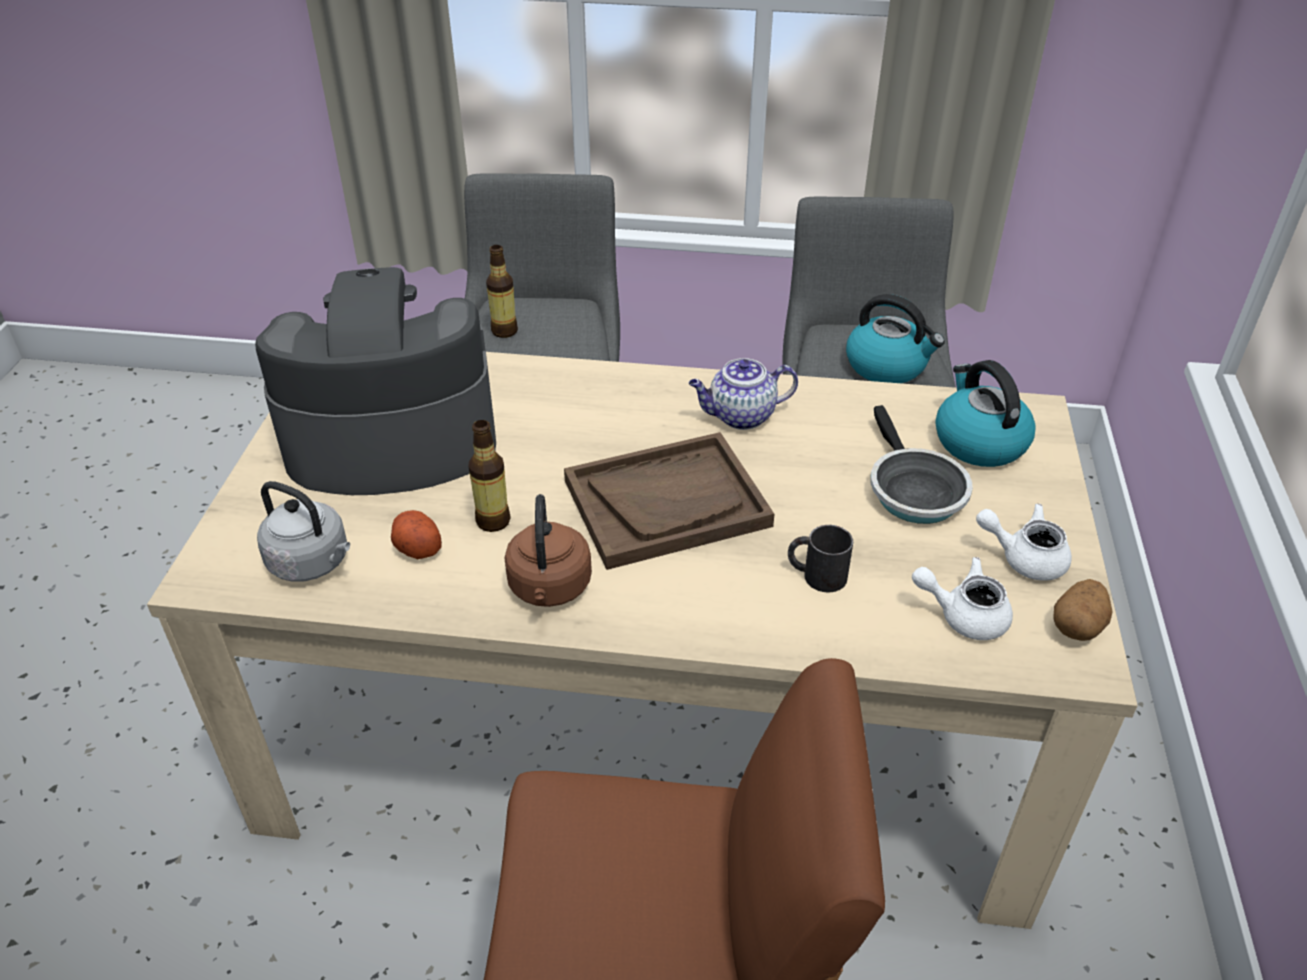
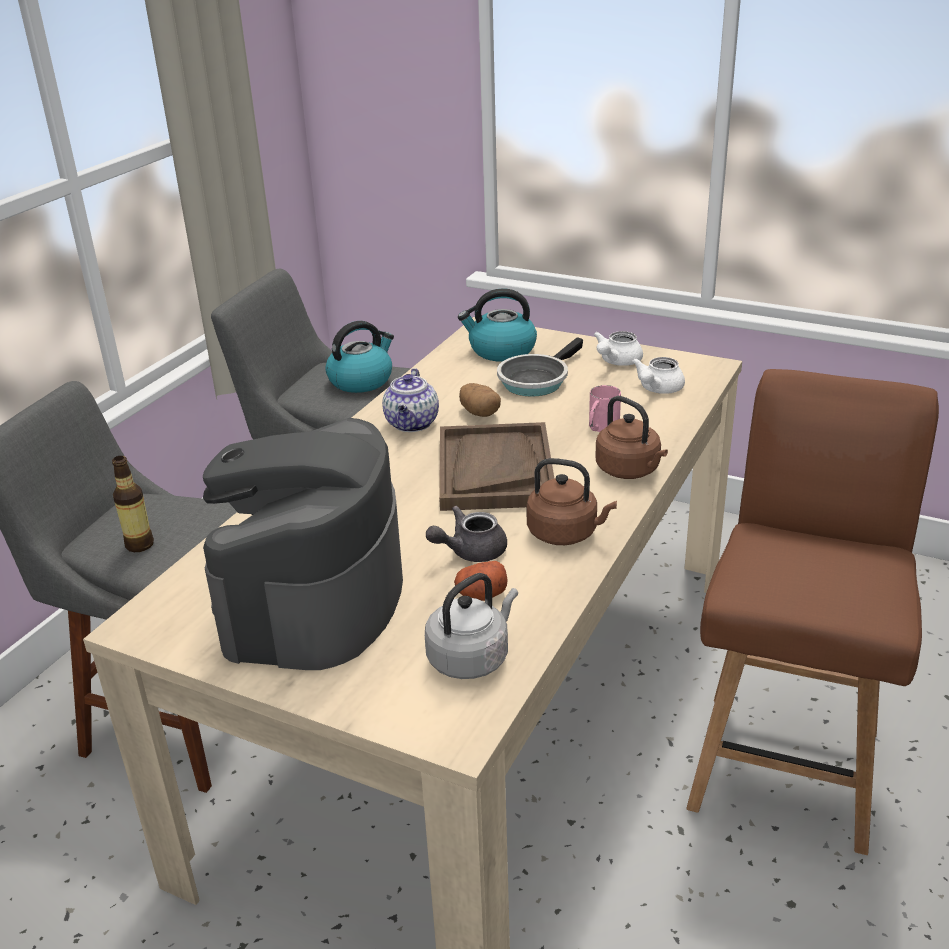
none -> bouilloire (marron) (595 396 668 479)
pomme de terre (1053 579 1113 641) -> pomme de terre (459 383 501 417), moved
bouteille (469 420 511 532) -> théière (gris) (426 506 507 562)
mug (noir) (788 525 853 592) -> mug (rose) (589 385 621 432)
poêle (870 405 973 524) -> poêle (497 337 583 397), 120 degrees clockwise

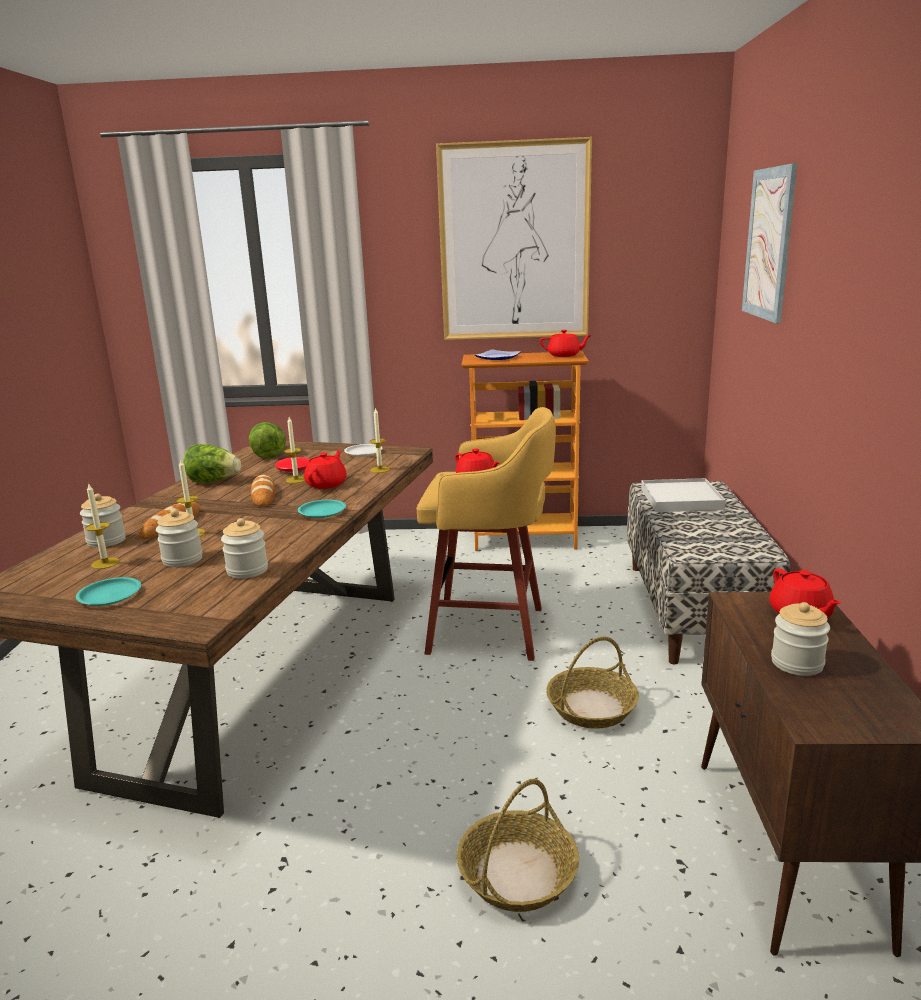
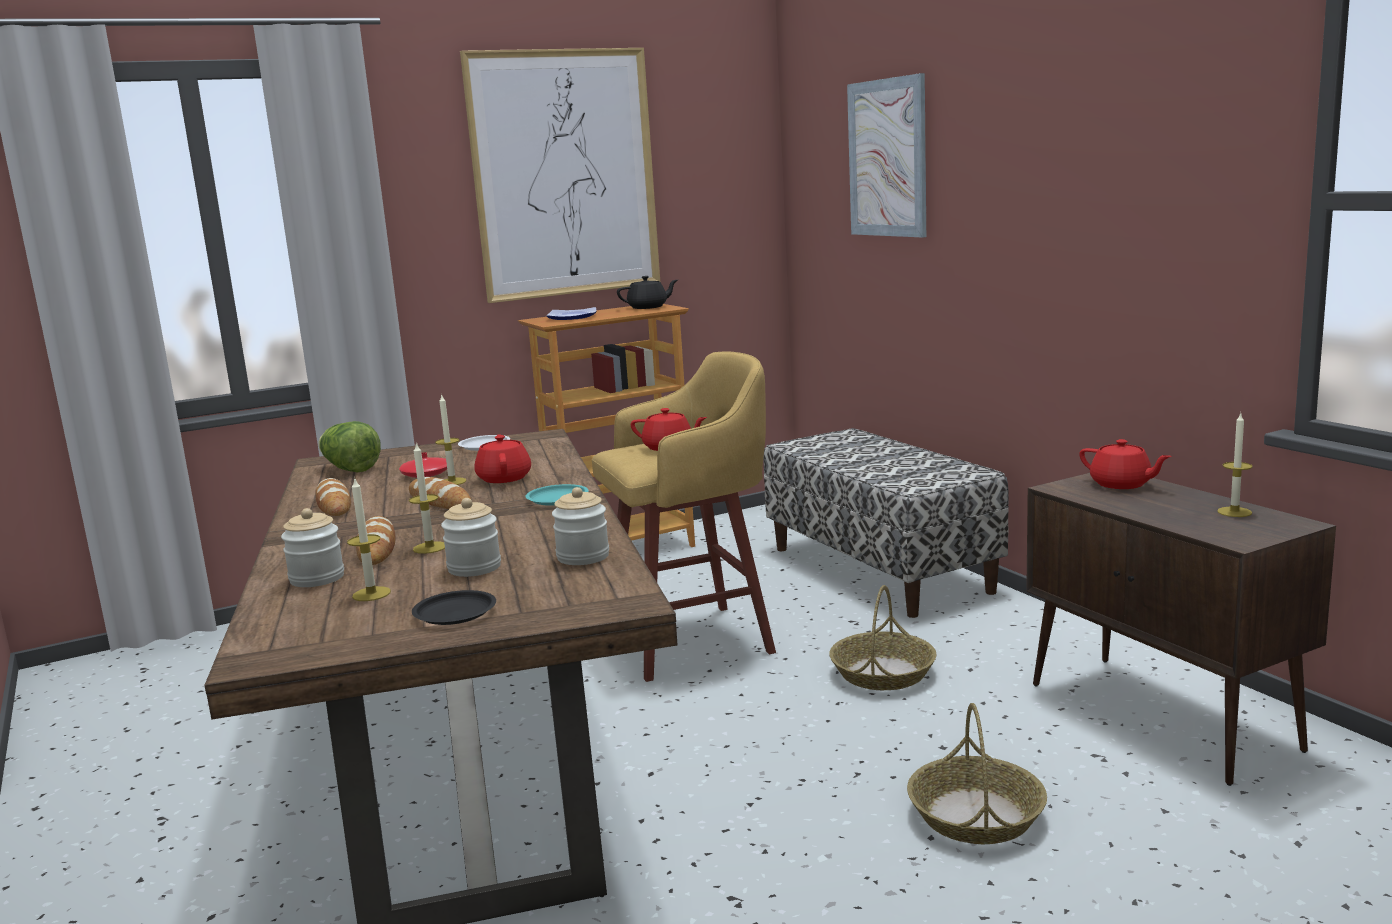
plateau (blanc) (641 478 726 512) -> none
bocal (771 602 830 676) -> none
bougie (369 408 390 473) -> bougie (1217 414 1253 517), moved
laitue (183 444 241 483) -> pain (315 478 351 516)
assiette (turquoise) (76 577 141 606) -> assiette (noir) (412 590 496 625)
théière (rouge) (540 330 592 357) -> théière (noir) (617 276 677 309)

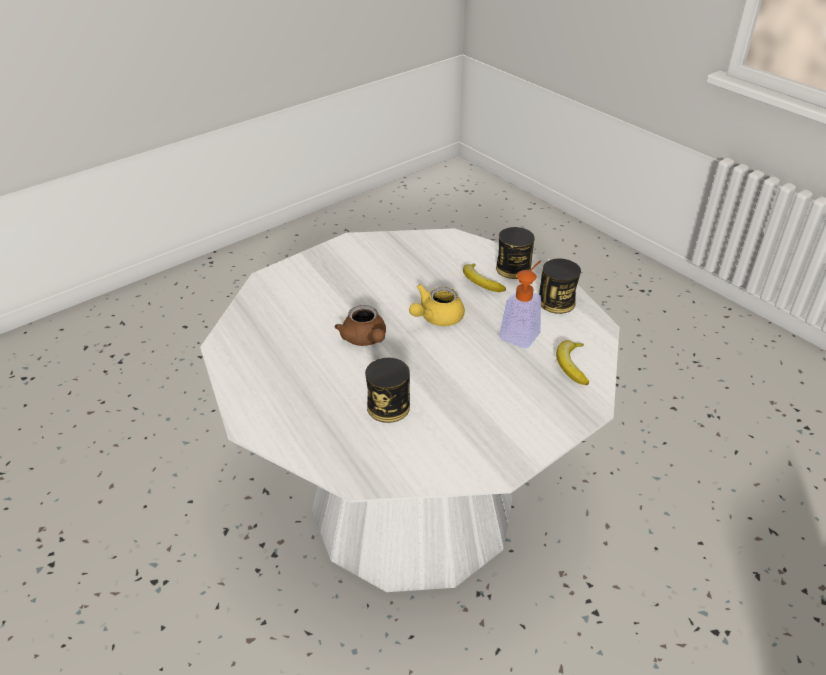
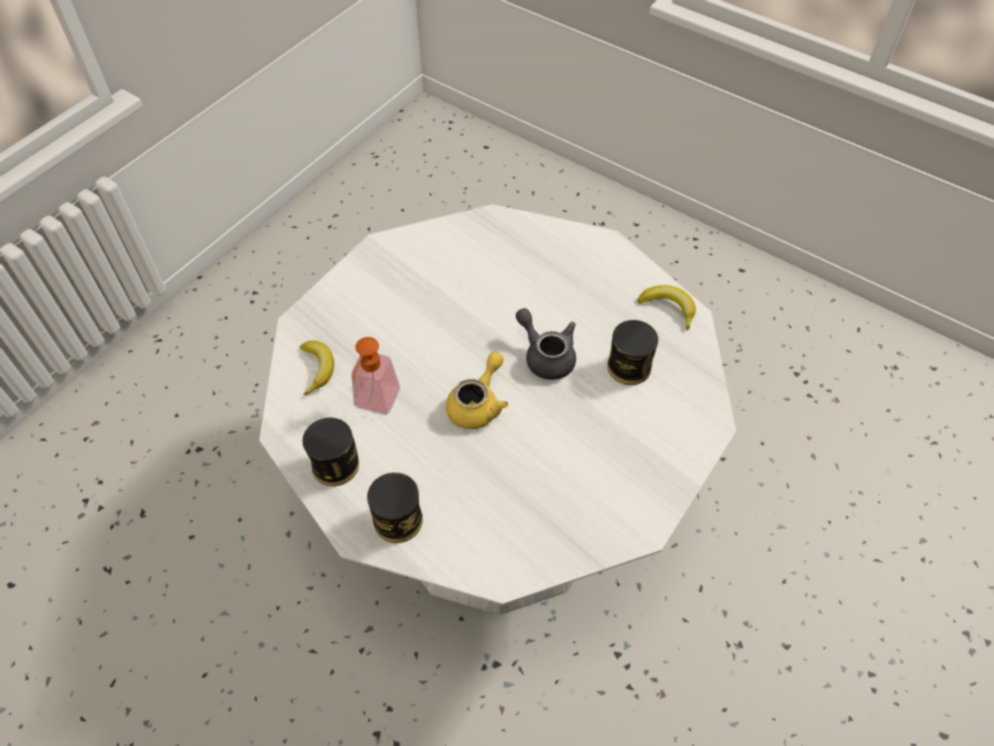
boîte métallique (365 358 410 423) -> boîte métallique (607 320 658 385), moved
banane (463 263 506 292) -> banane (637 285 696 330), moved
théière (marron) (335 305 386 346) -> théière (gris) (516 308 576 380)

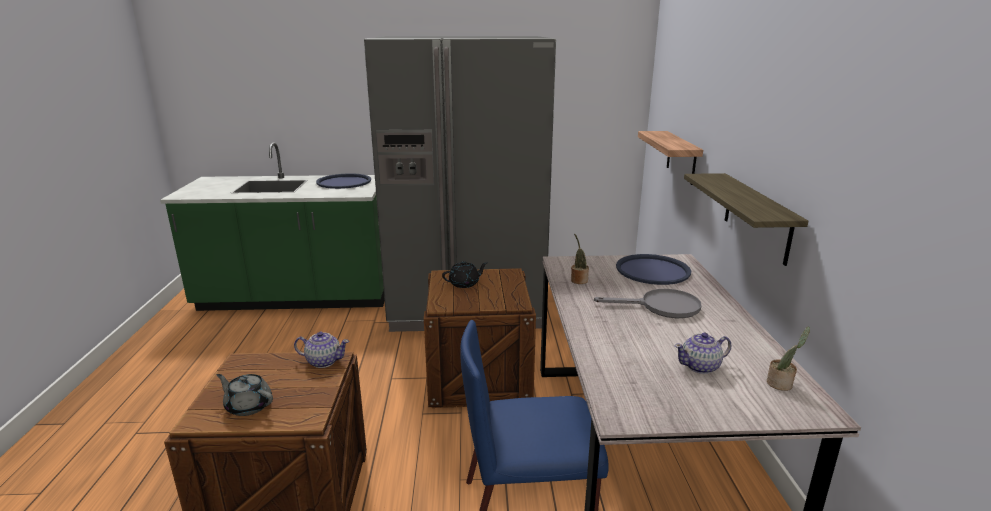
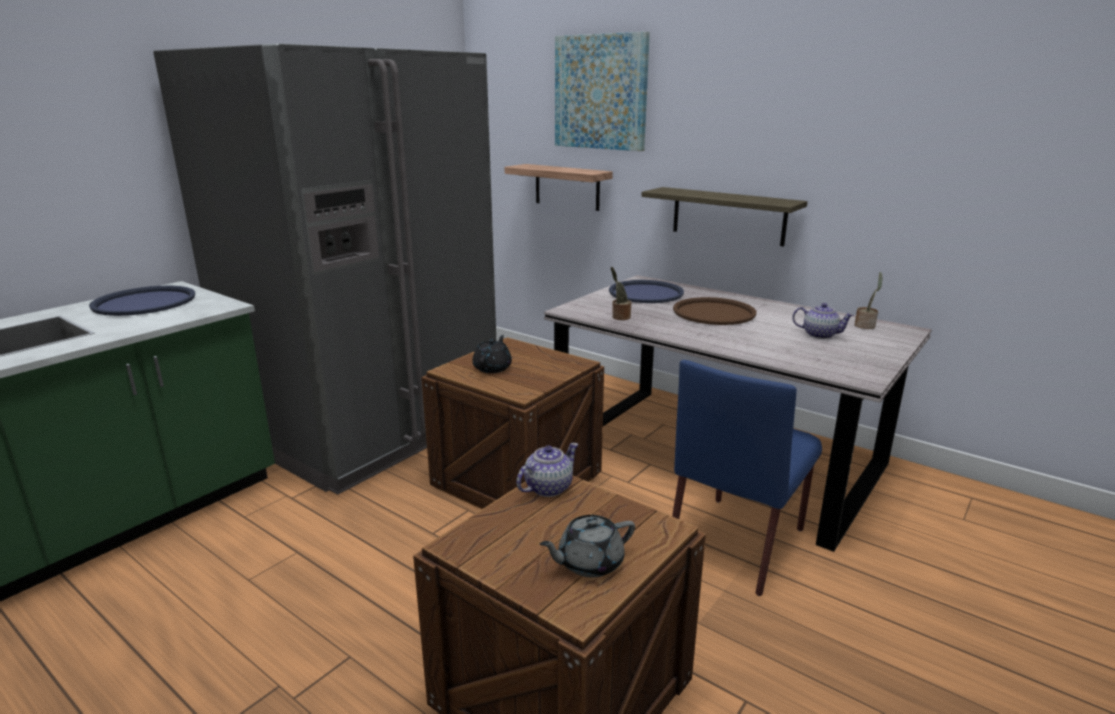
none -> tableau (555 32 650 151)
poêle (gris) (594 289 702 318) -> plateau (marron) (673 297 756 325)
théière (674 332 731 374) -> théière (792 303 854 339), 90 degrees counterclockwise

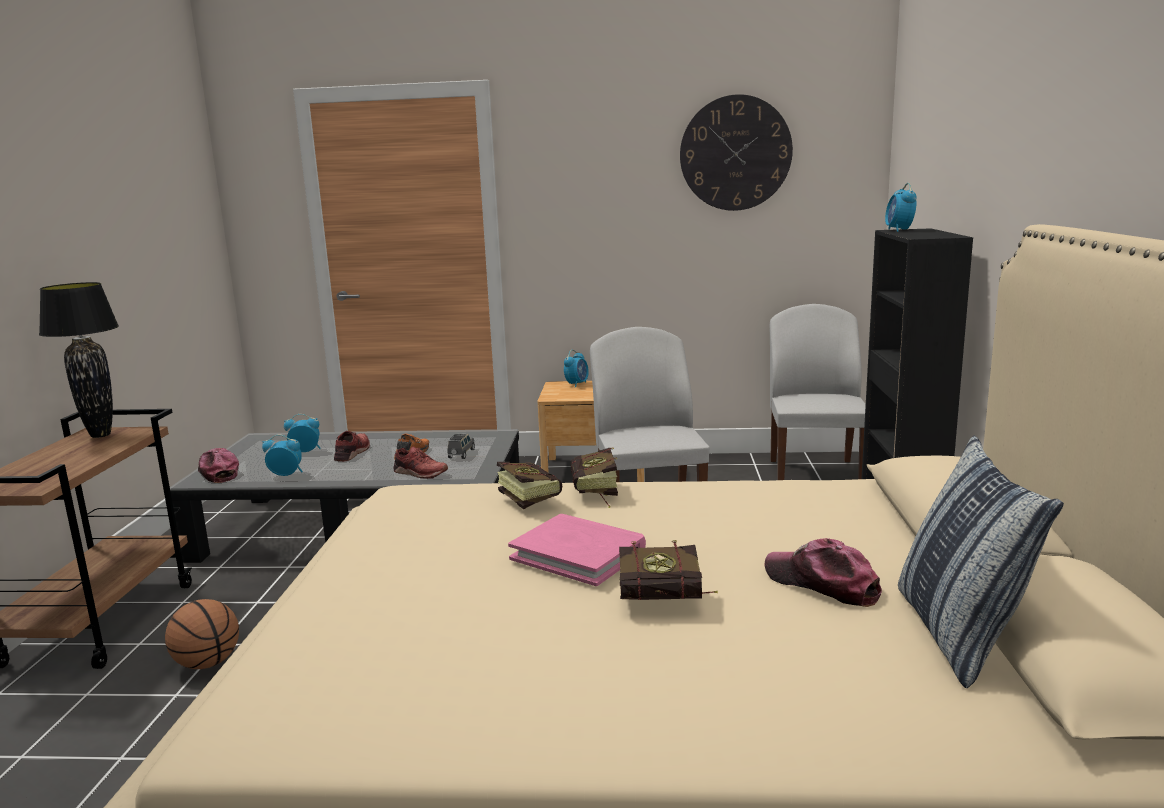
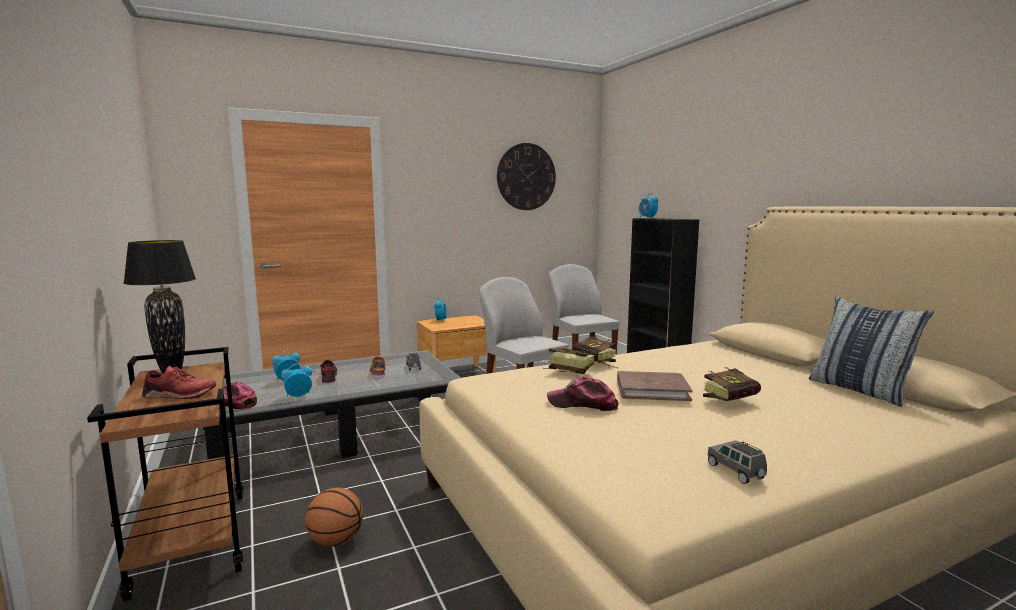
none -> petite voiture (gris) (707 440 767 484)
chaussure (rouge) (393 446 448 479) -> chaussure (rouge) (142 366 216 399), moved
casquette (765 538 882 607) -> casquette (547 377 619 411), moved
livre (rose) (508 514 646 586) -> livre (marron) (617 371 693 401)

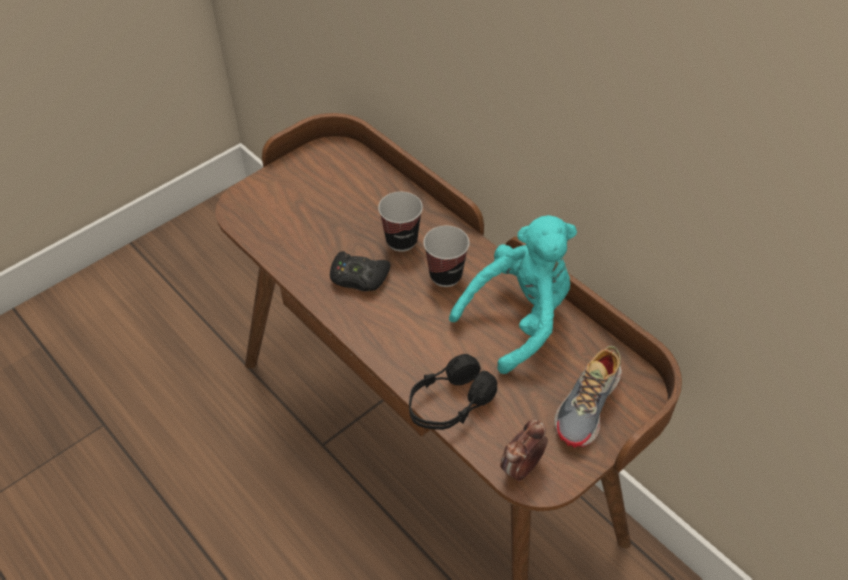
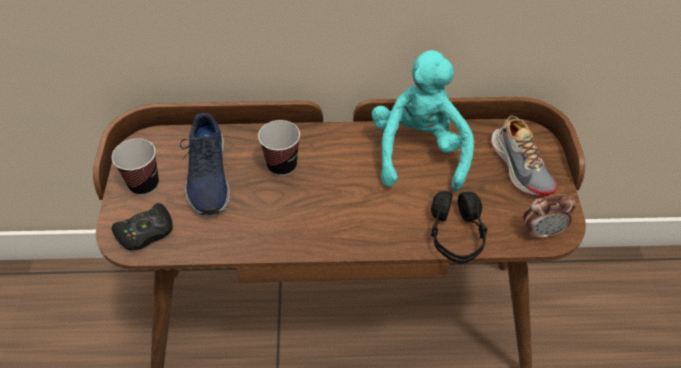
none -> chaussure (bleu) (180 113 230 215)
manette (noir) (330 251 391 291) -> manette (noir) (112 203 173 250), moved
tasse (423 226 469 287) -> tasse (112 138 159 195), moved
réveil (500 419 548 482) -> réveil (523 194 576 239), 90 degrees counterclockwise

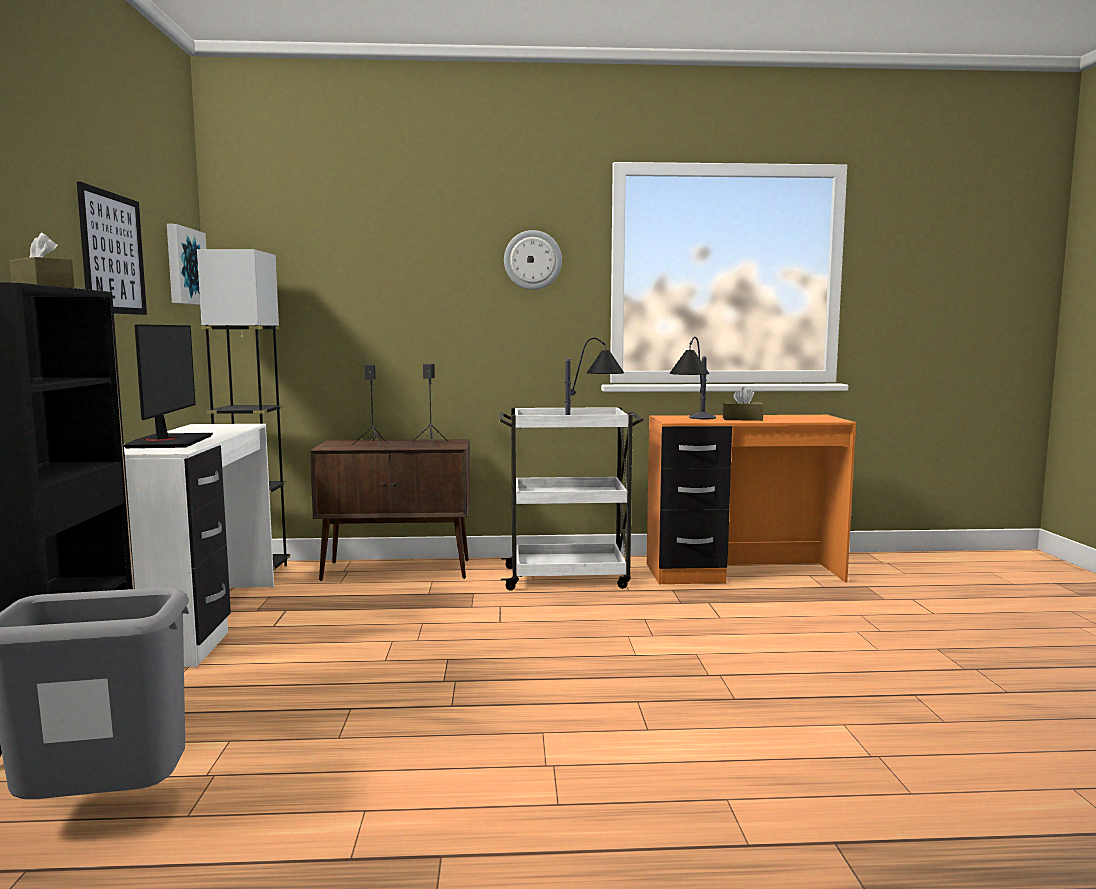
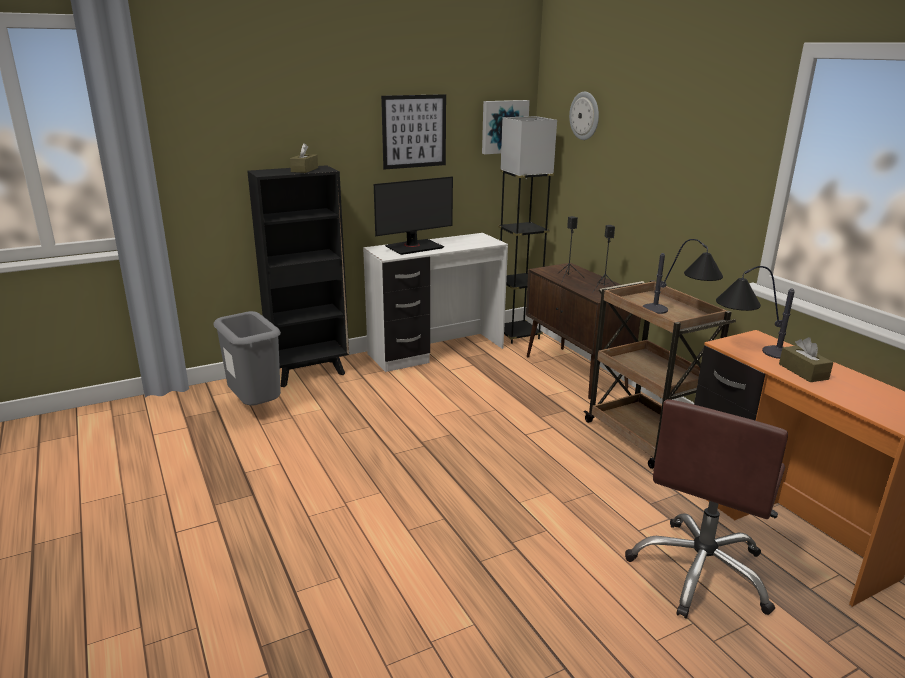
none -> chaise de bureau (marron) (625 399 788 619)
horloge murale (504 230 562 290) -> horloge murale (569 92 599 140), moved
chariot (blanc) (499 407 644 591) -> chariot (marron) (583 280 736 469)

